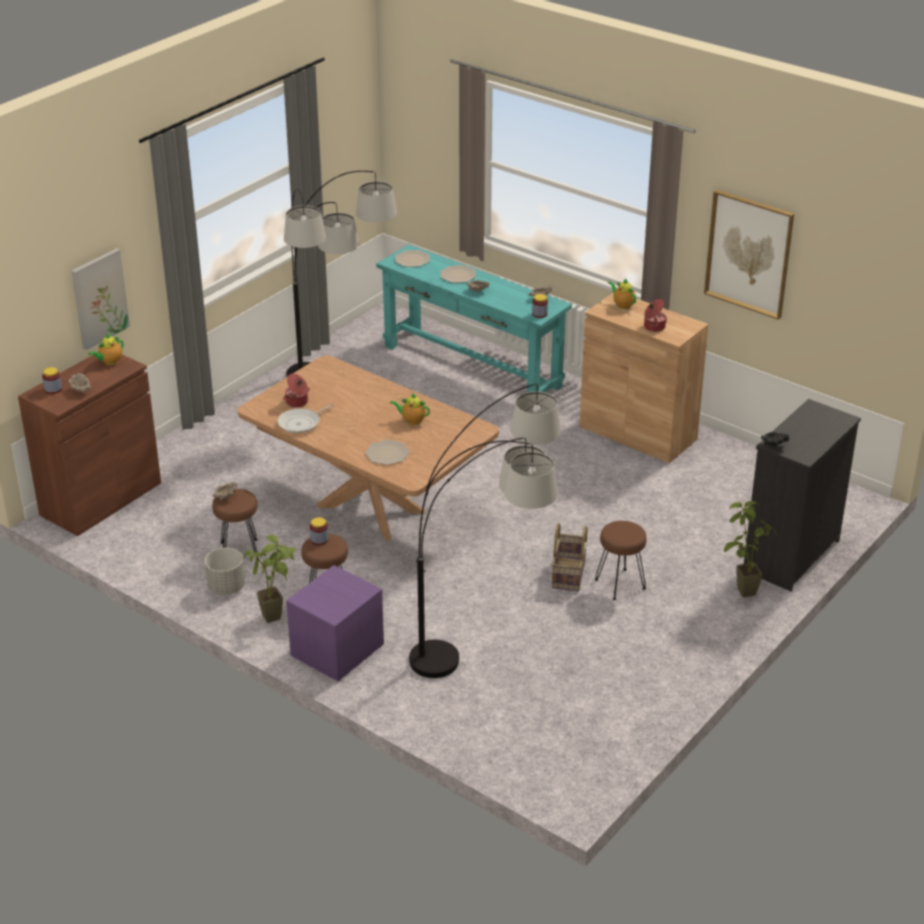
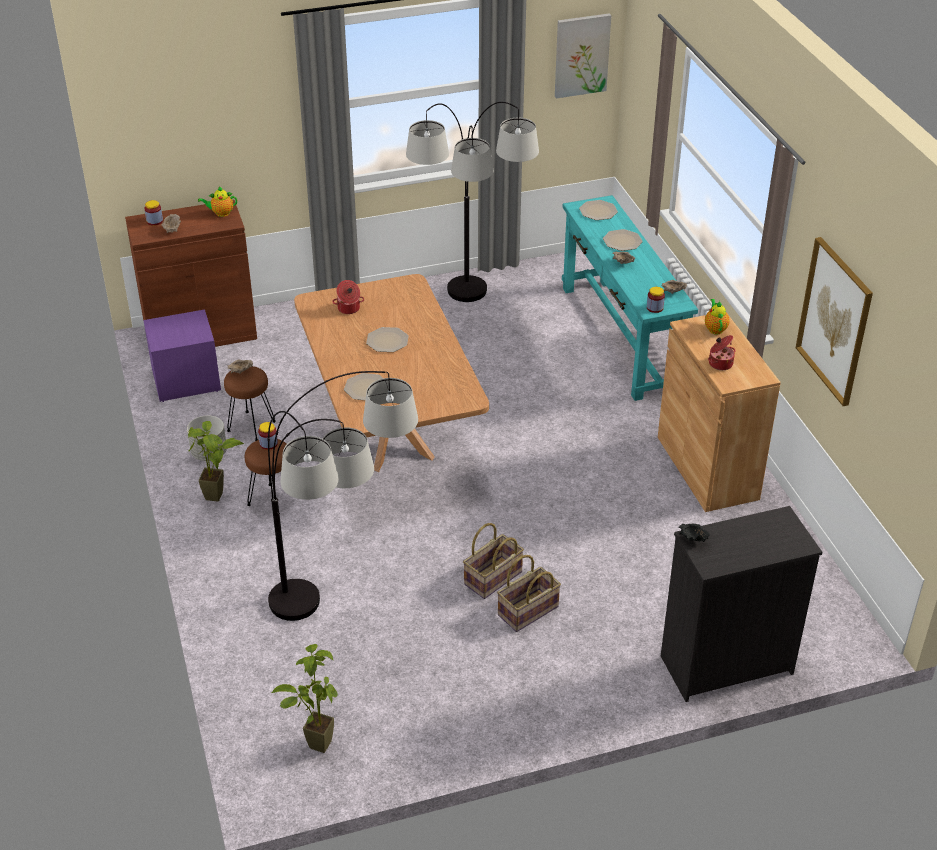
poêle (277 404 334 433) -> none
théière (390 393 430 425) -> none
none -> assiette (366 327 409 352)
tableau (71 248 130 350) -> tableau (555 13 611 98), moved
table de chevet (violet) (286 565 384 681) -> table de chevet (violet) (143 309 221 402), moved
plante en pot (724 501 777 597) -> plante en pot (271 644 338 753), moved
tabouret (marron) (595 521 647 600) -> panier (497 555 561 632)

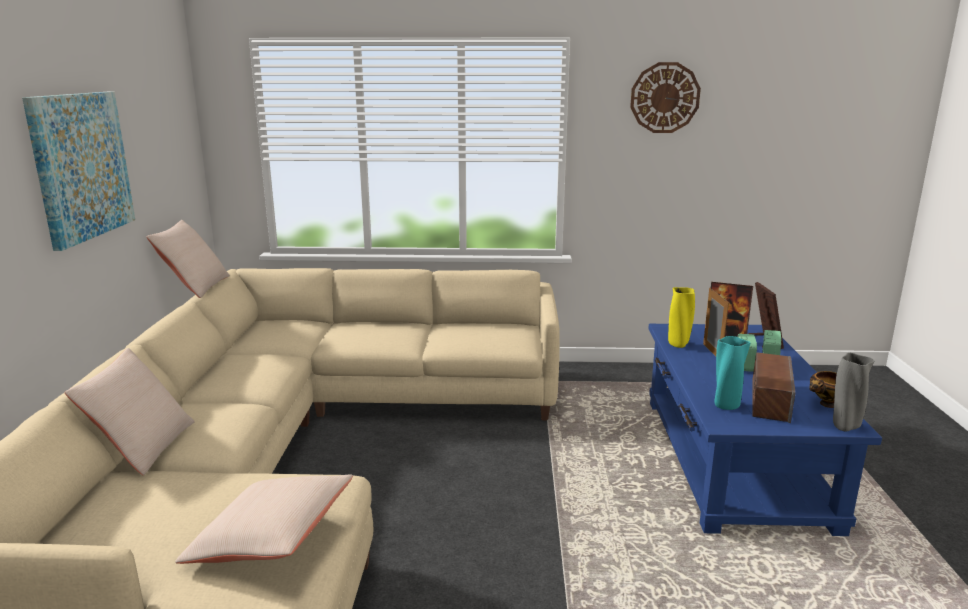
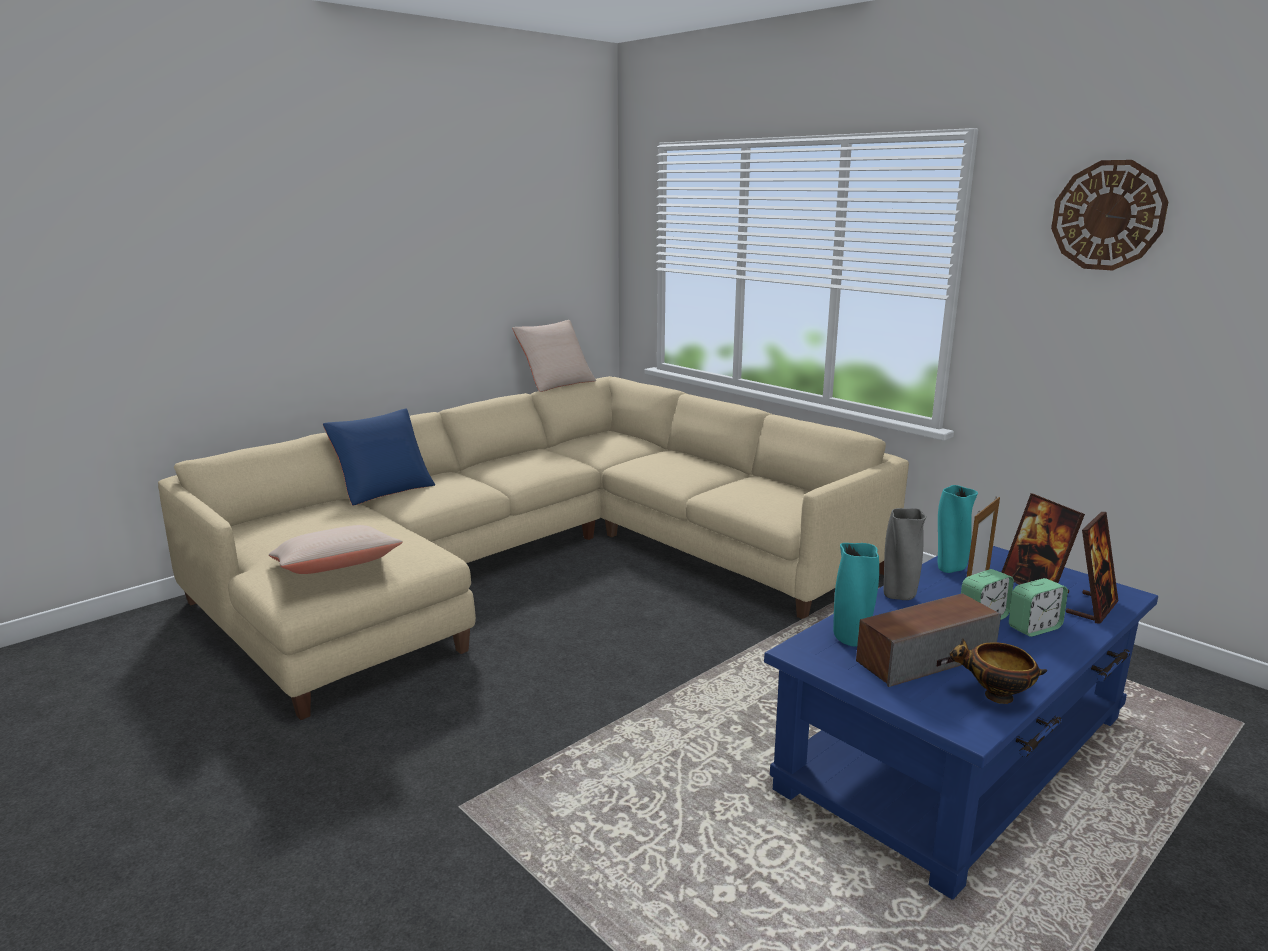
tableau (22 92 135 251) -> none
vase (gris) (833 353 874 431) -> vase (gris) (884 508 926 600), moved
coussin (beige) (64 348 195 475) -> coussin (bleu) (323 409 435 506)
vase (jaune) (668 287 695 348) -> vase (turquoise) (938 485 978 573)

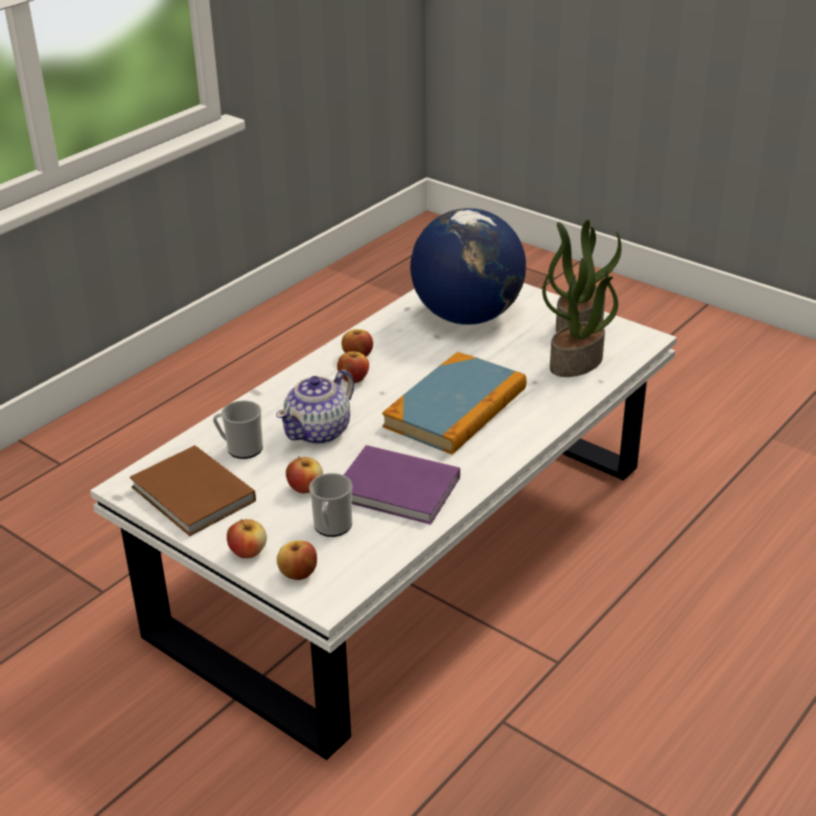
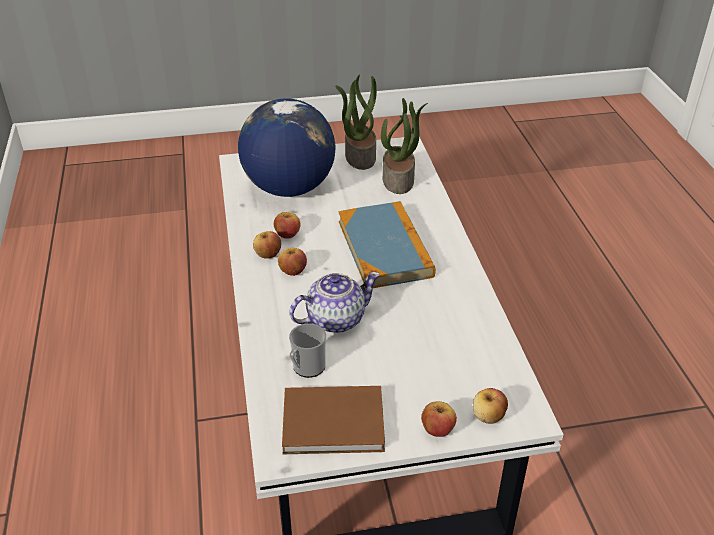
mug (309 473 352 537) -> none
livre (violet) (344 445 460 524) -> none
pomme (286 456 323 494) -> pomme (274 212 301 239), moved
théière (276 369 354 445) -> théière (289 272 380 333), 105 degrees counterclockwise

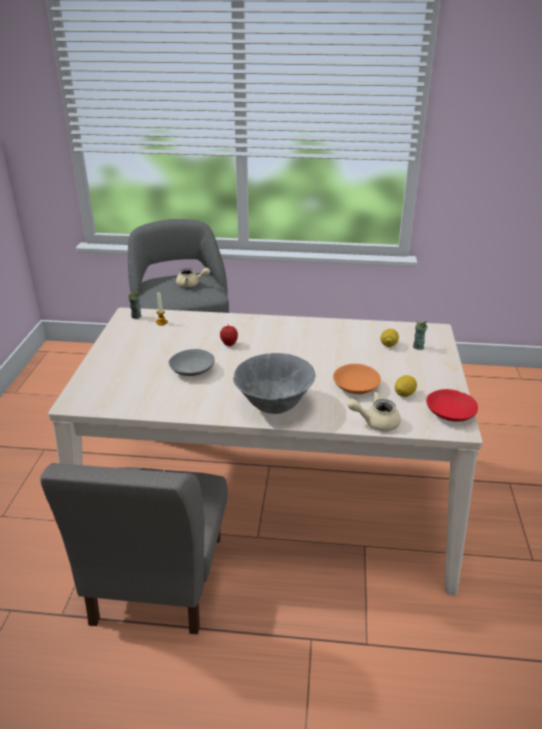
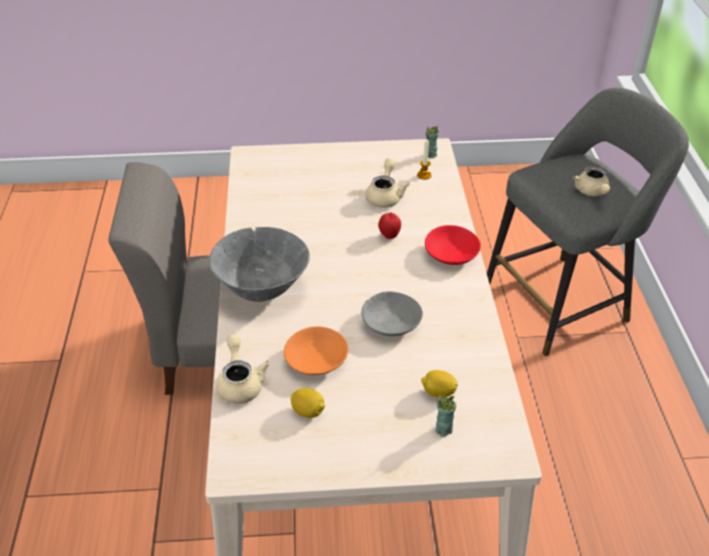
none -> théière (beige) (365 158 410 208)
bol (gris) (169 349 215 376) -> bol (gris) (362 291 423 336), moved
bol (rouge) (426 389 478 422) -> bol (rouge) (425 225 481 265), moved

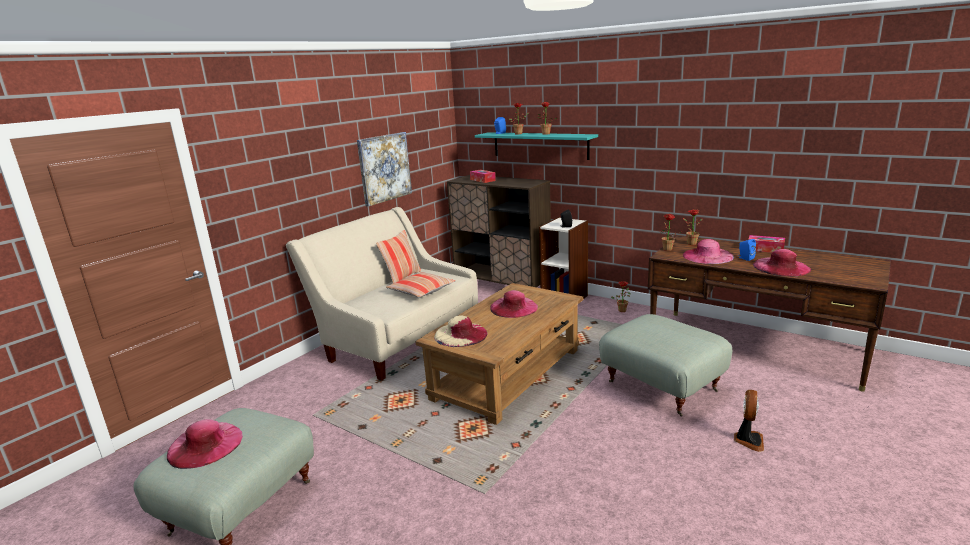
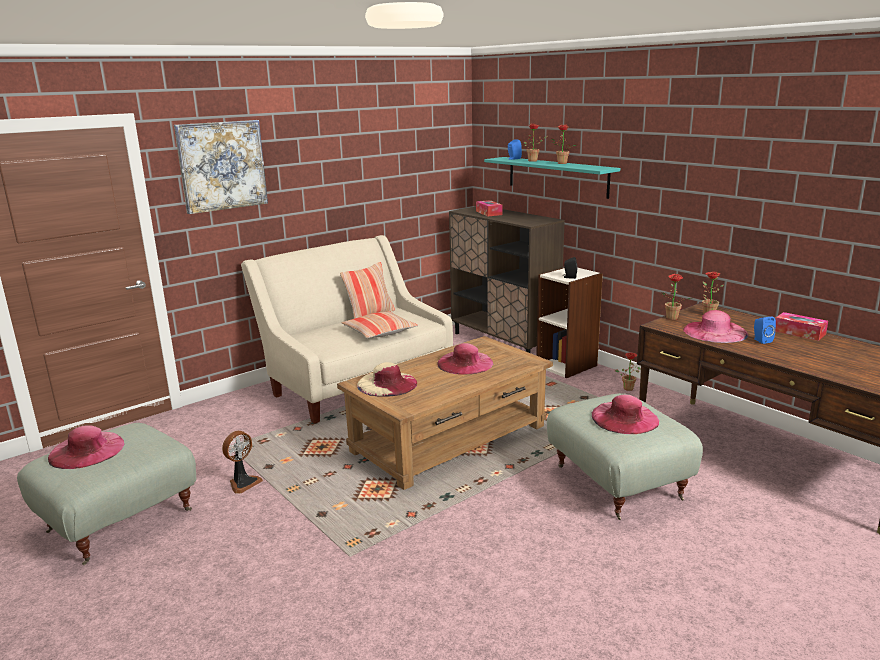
tableau (357 132 412 206) -> tableau (174 120 268 214), moved
ventilateur (734 390 764 452) -> ventilateur (222 431 263 494), moved
chapeau (rose) (753 249 811 276) -> chapeau (rose) (592 394 659 434), moved

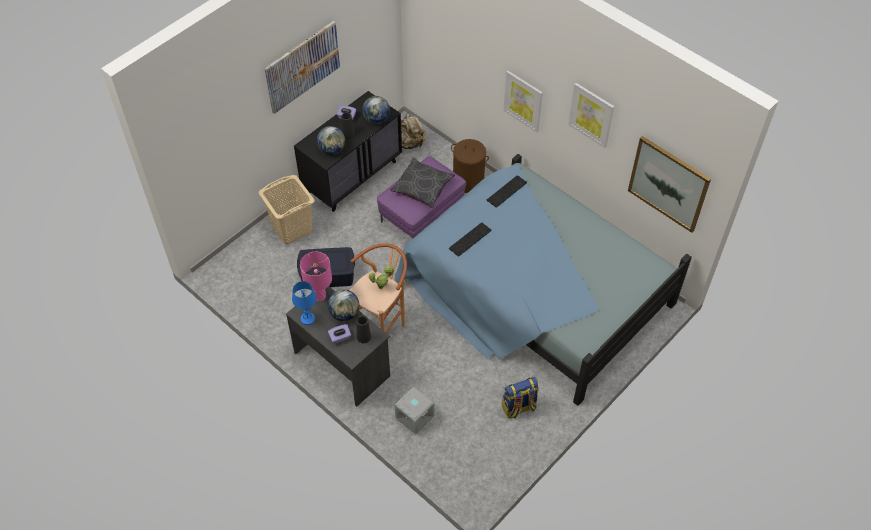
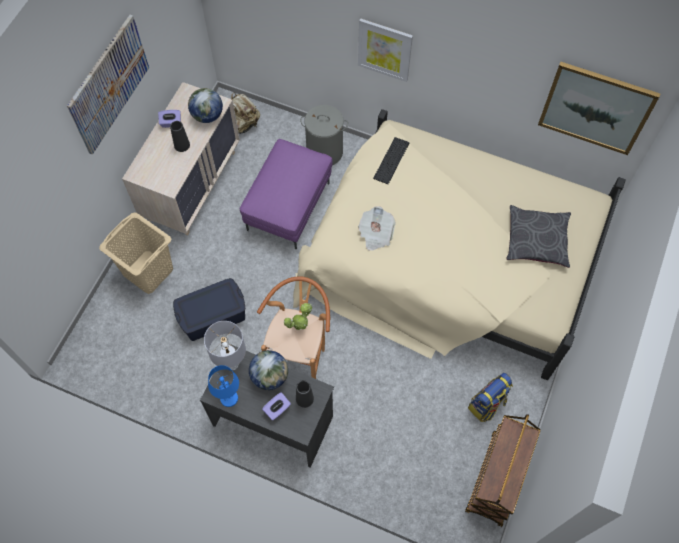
globe (317 126 345 155) -> none
boîte de rangement (gris) (394 386 434 435) -> none
tableau (568 83 614 148) -> none
none -> chariot (marron) (465 414 541 527)
coussin (gris) (390 158 455 208) -> coussin (gris) (506 205 571 268), moved
clavier (449 222 492 257) -> journal (358 206 396 251)
commode (noir) (294 91 402 212) -> commode (beige) (122 82 240 236)
lampe de table (rose) (300 252 332 301) -> lampe de table (gris) (204 321 246 370)
lit (bleu) (394 154 692 406) -> lit (beige) (293 109 626 380)
panier à linge (marron) (451 139 489 193) -> panier à linge (gris) (300 105 348 165)

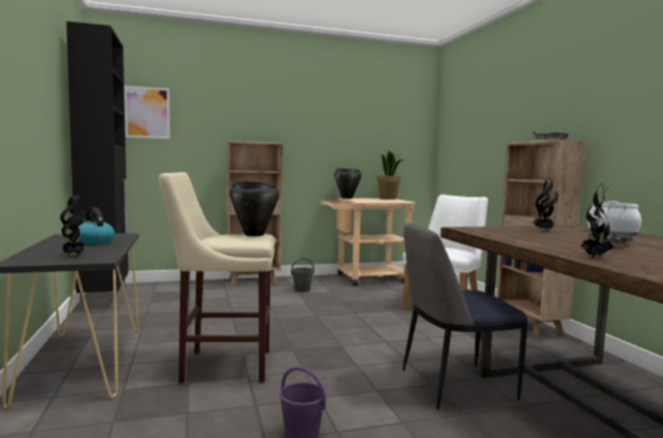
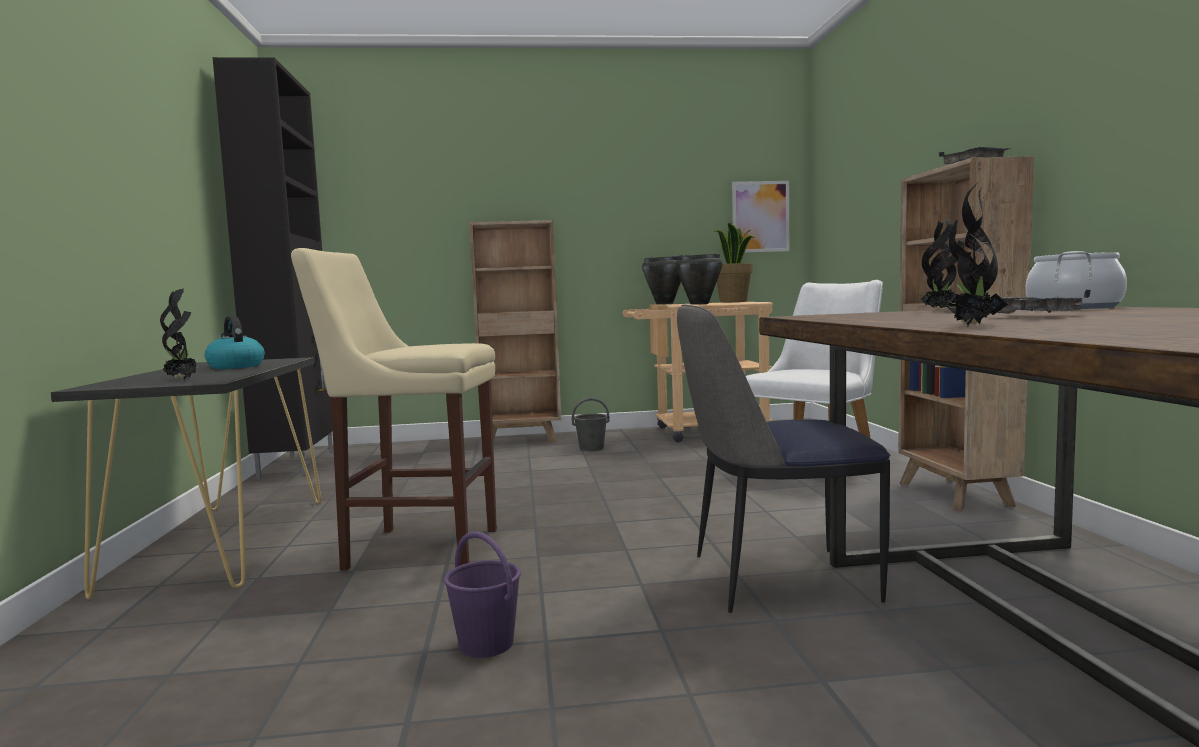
tableau (124 85 170 139) -> tableau (732 181 789 253), moved
marmite (noir) (229 181 279 236) -> marmite (noir) (675 254 723 305), moved

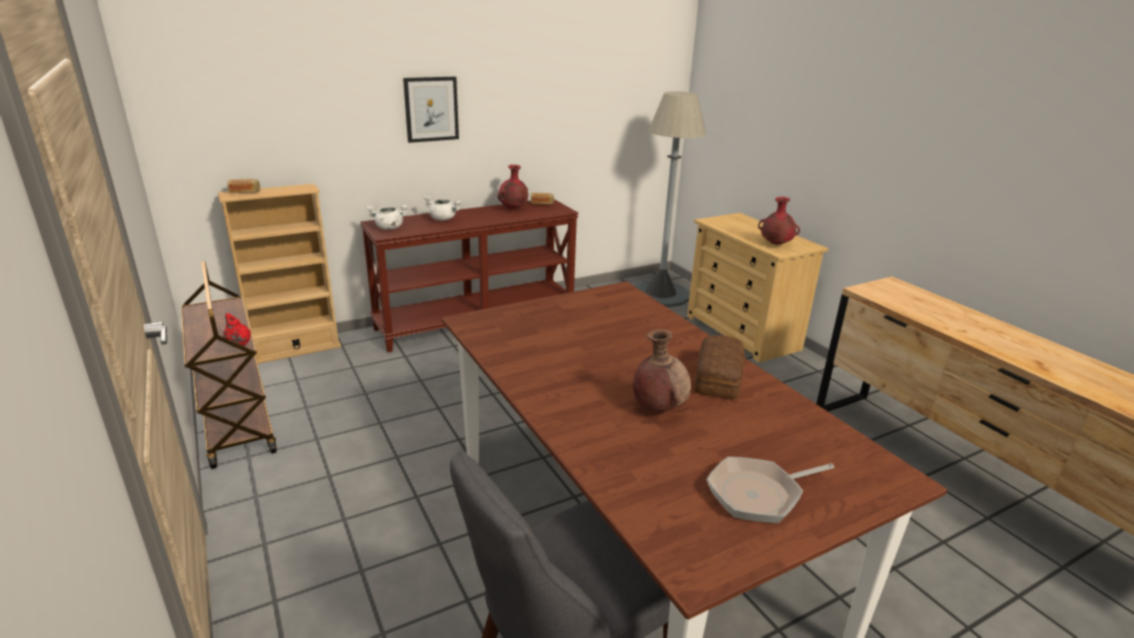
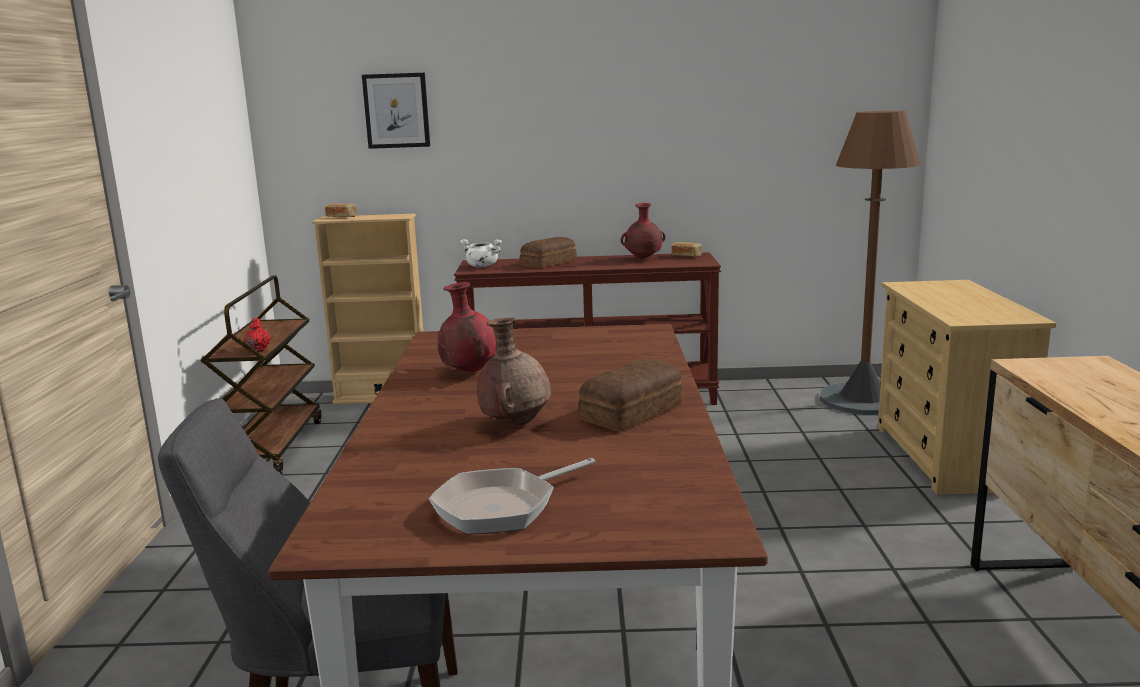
tableau (403 77 459 143) -> tableau (362 73 430 149), moved
vase (rouge) (758 197 800 245) -> vase (rouge) (438 282 496 372), moved
marmite (blanc) (423 195 461 221) -> pain (519 237 577 268)
lampadaire (gris) (634 91 706 307) -> lampadaire (marron) (820 111 920 415)
poêle (706 457 834 523) -> poêle (429 458 595 534), 45 degrees counterclockwise

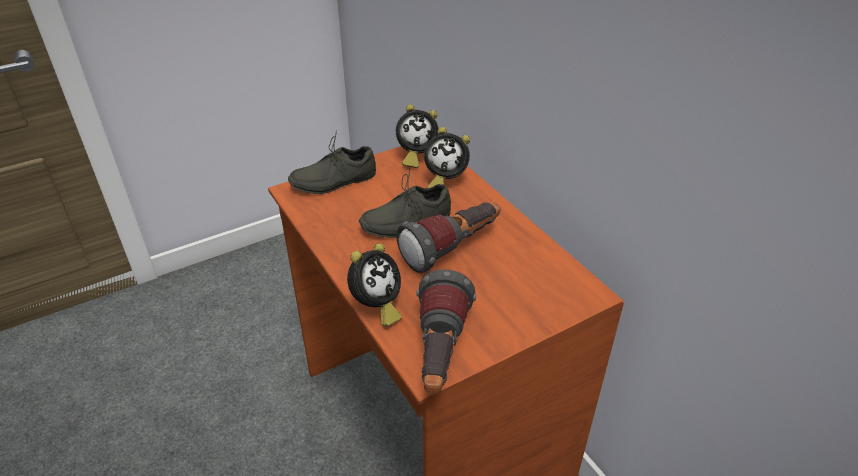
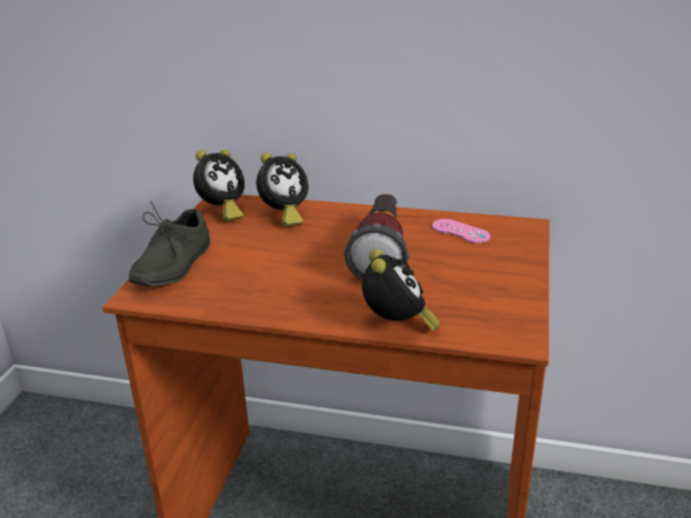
chaussure (gris) (359 168 451 238) -> none
lampe de poche (416 269 476 393) -> none
none -> manette (rose) (432 219 490 243)

